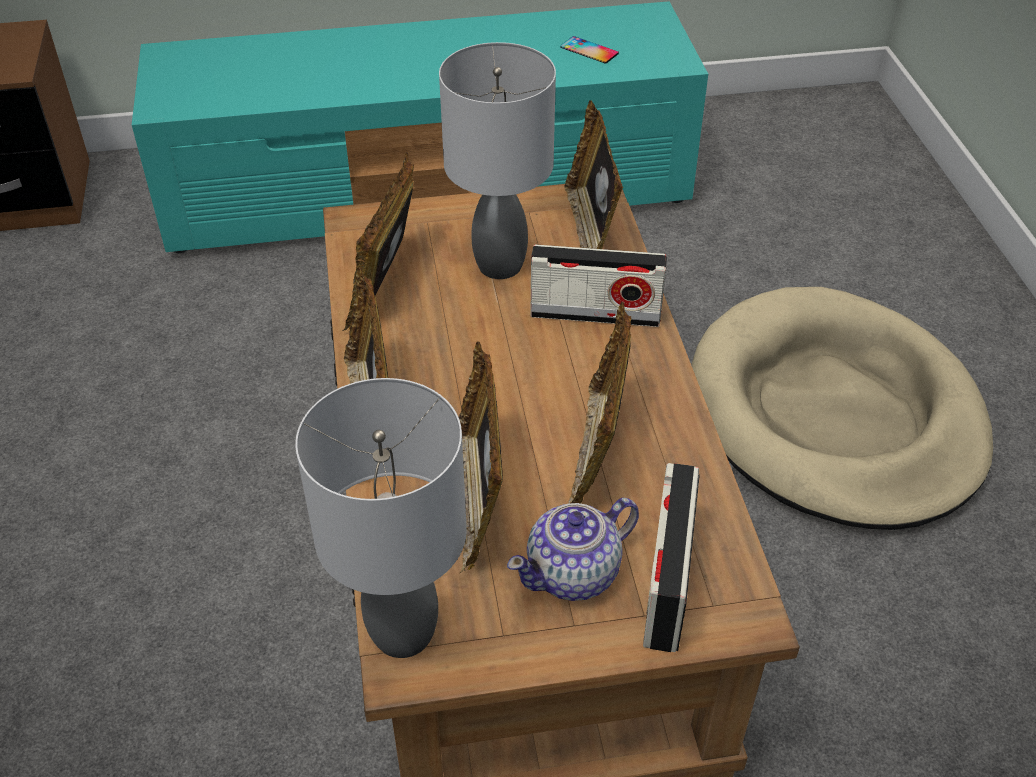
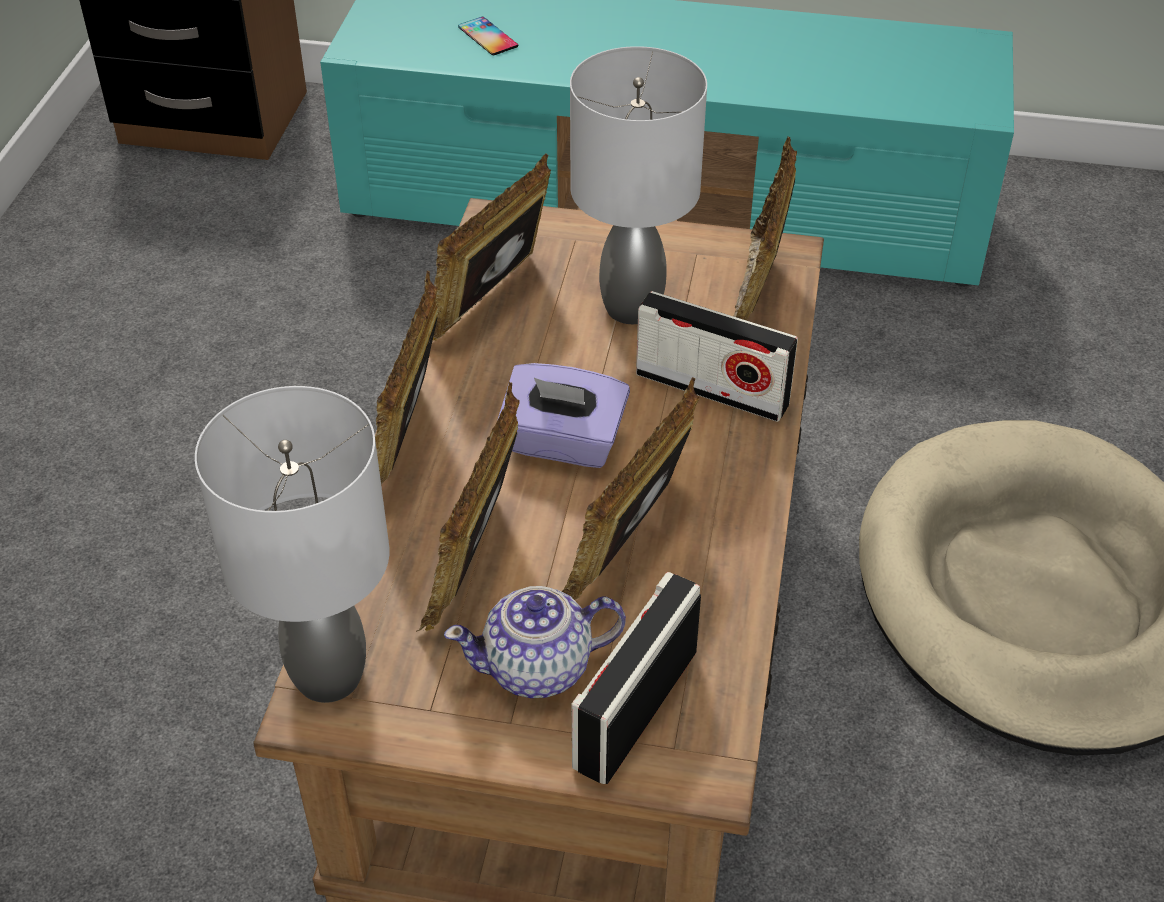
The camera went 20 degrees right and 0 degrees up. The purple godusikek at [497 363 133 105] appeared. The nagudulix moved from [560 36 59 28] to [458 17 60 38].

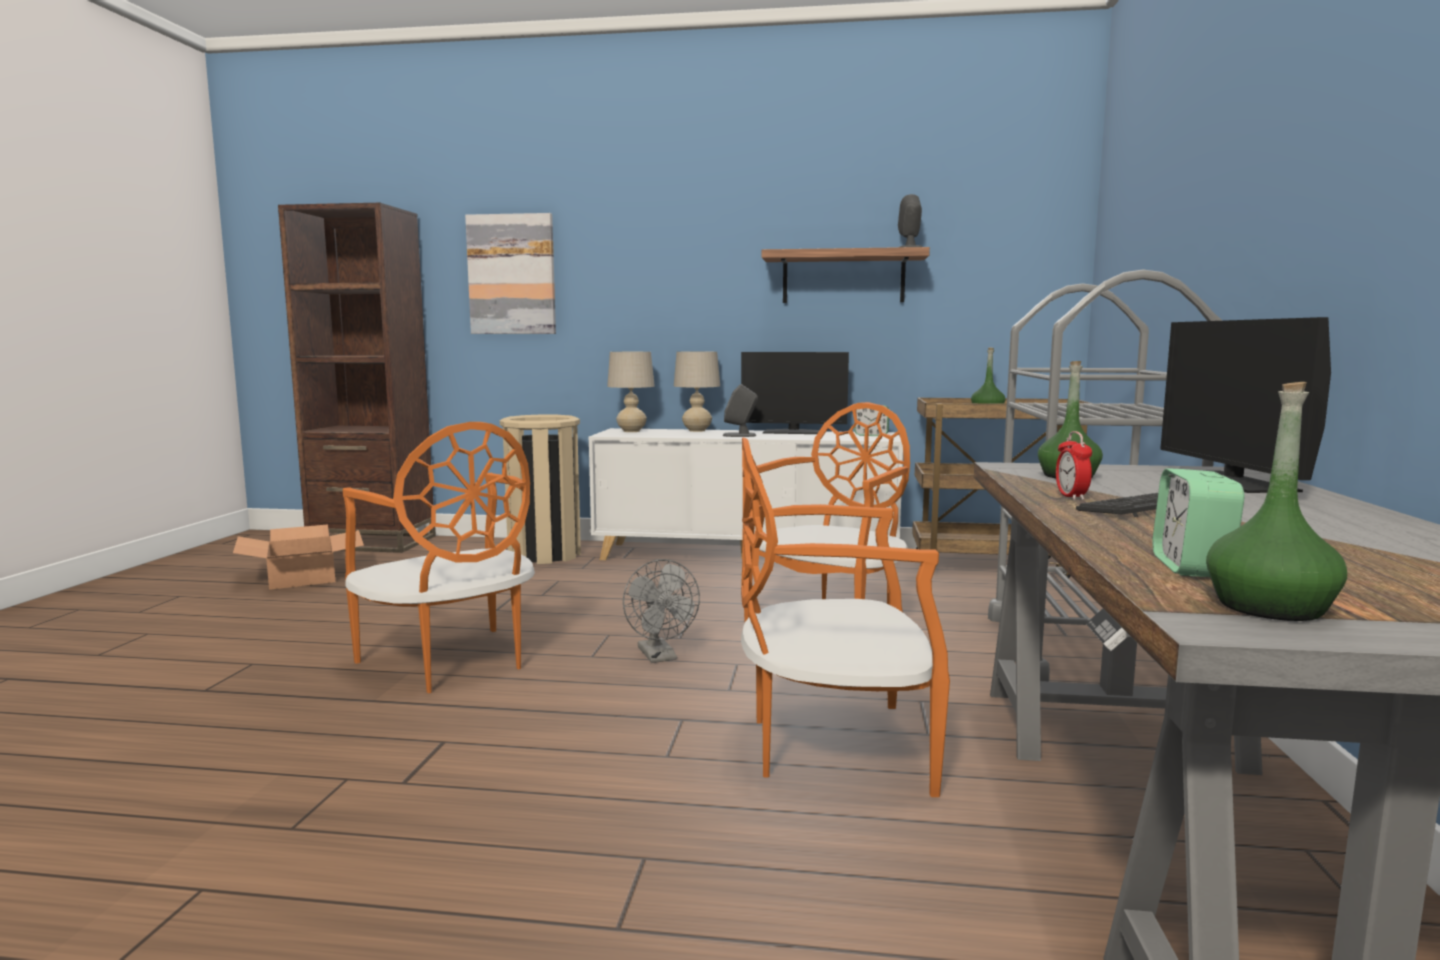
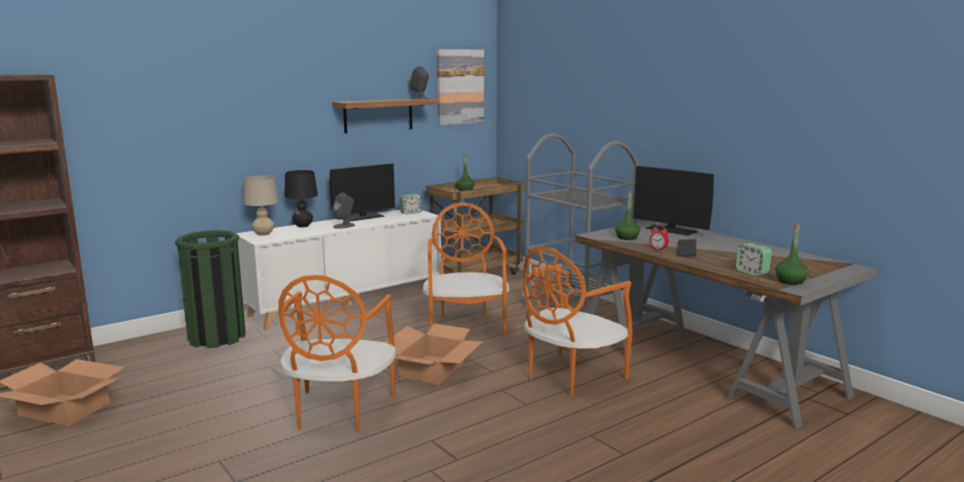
The camera went 45 degrees left and 5 degrees up. The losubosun moved from [465 213 91 121] to [437 49 47 77]. The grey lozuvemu at [623 559 77 104] was replaced by the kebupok at [385 323 98 62]. The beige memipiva at [500 415 81 149] became the green memipiva at [175 230 71 118]. The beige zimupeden at [674 352 46 80] became the black zimupeden at [284 170 34 57]. The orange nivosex at [343 422 192 271] turned 90 degrees clockwise.

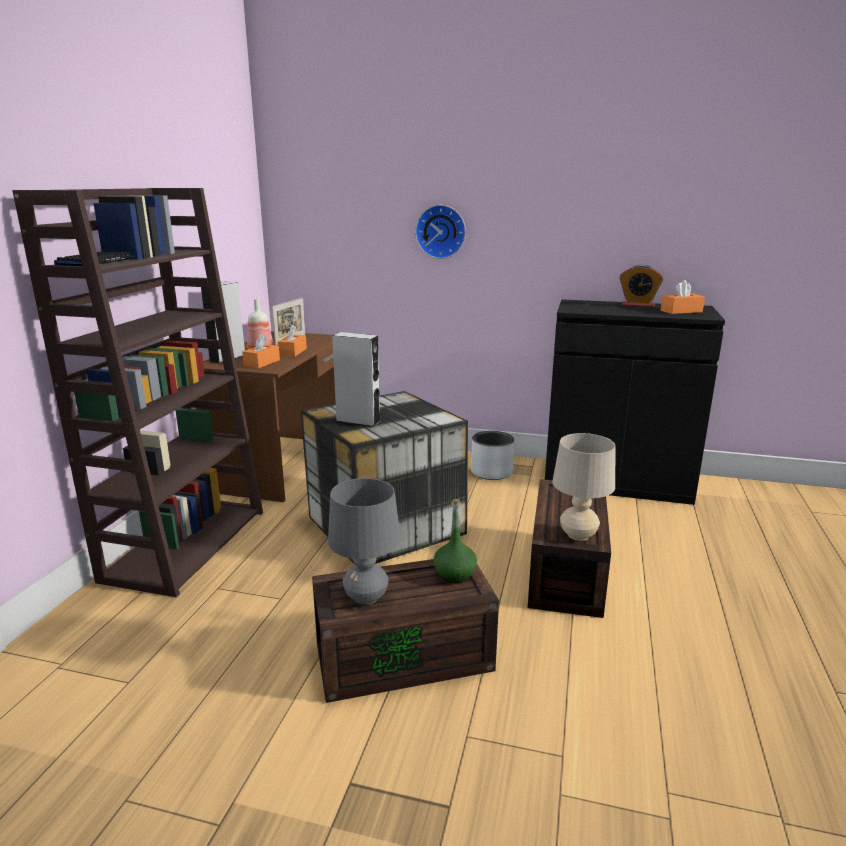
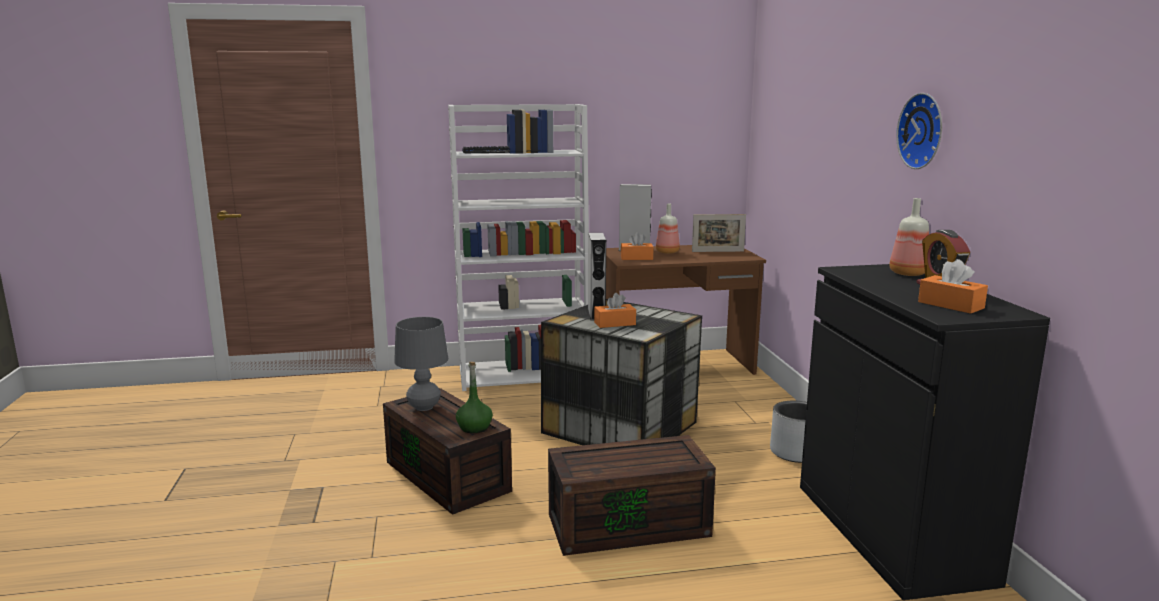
The camera went 65 degrees right and 5 degrees down. The beige zimupeden at [552 433 64 108] disappeared. The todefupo at [889 198 40 78] appeared. The orange godusikek moved from [278 325 29 32] to [594 293 42 35]. The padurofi moved from [415 205 51 54] to [896 93 46 76]. The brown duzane at [12 188 251 409] became the white duzane at [448 104 141 287].

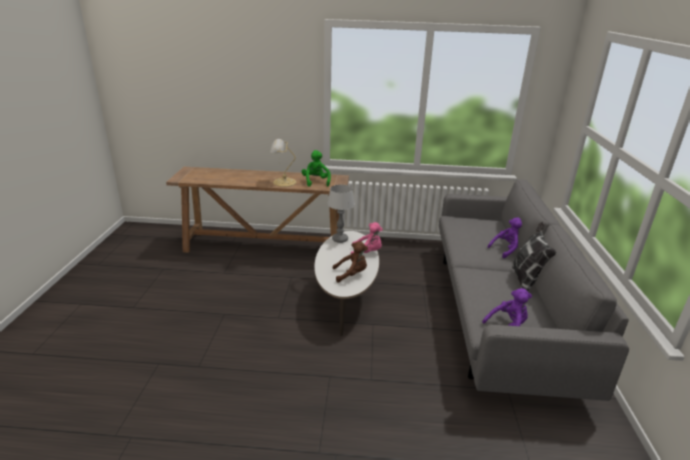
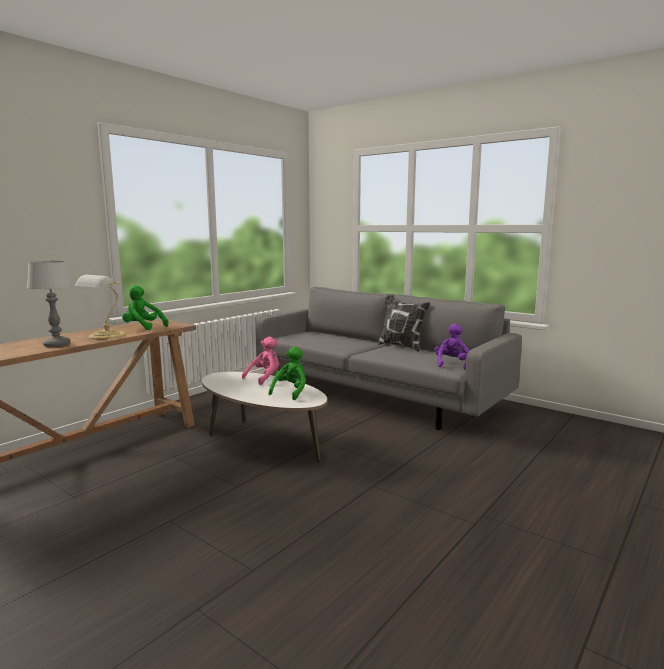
The camera went 55 degrees left and 15 degrees down. The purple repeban at [488 217 34 41] disappeared. The zimupeden moved from [327 185 28 58] to [27 261 46 86]. The brown repeban at [333 241 35 41] became the green repeban at [268 347 38 53].

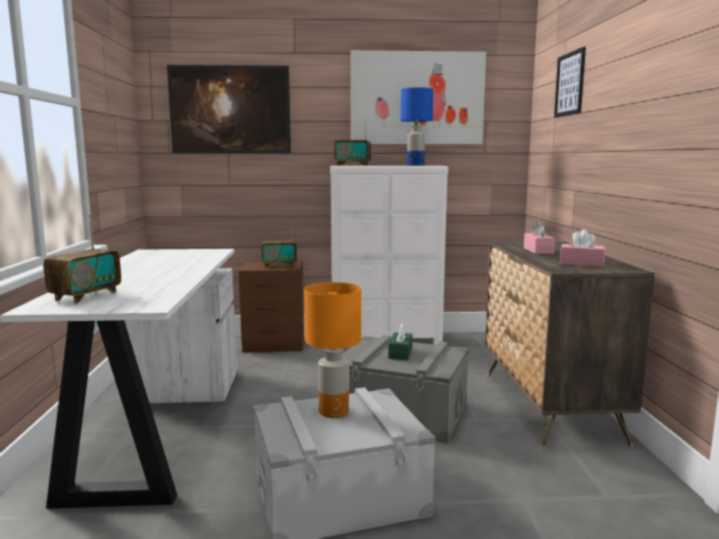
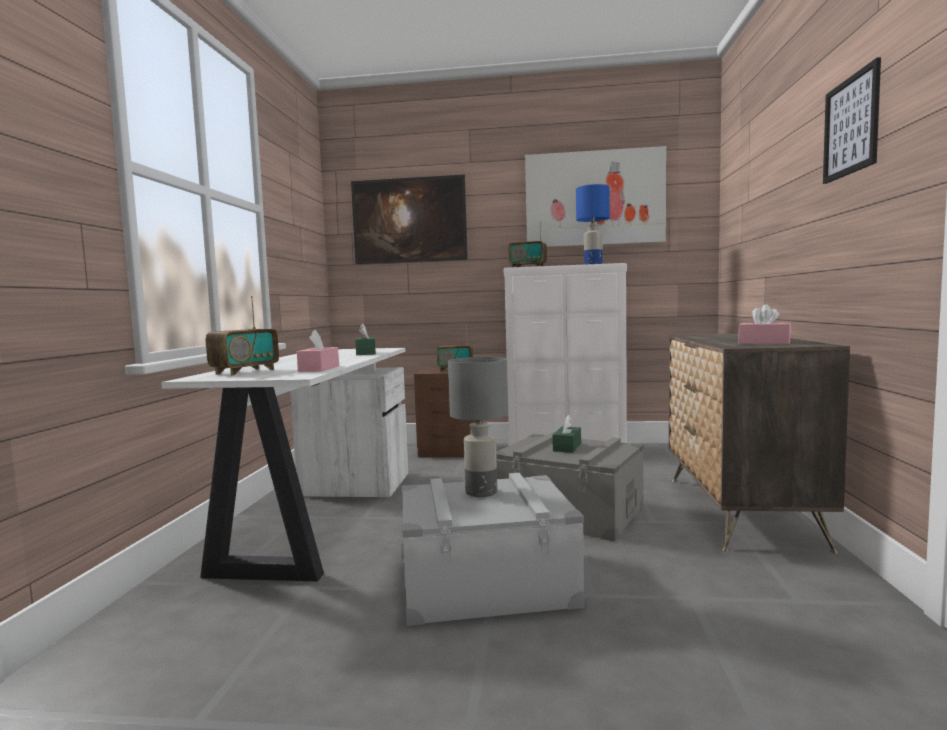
The camera went 10 degrees right and 5 degrees down. The green godusikek at [355 324 21 31] appeared. The pink godusikek moved from [524 221 31 33] to [297 330 42 42]. The losubosun moved from [554 47 32 70] to [823 57 58 127]. The orange zimupeden at [304 282 57 136] became the grey zimupeden at [448 357 60 140].

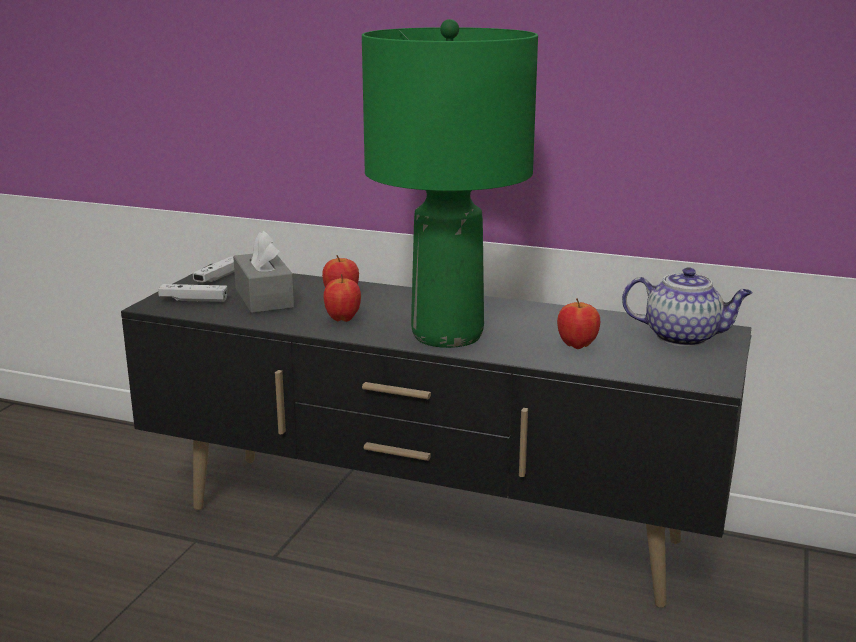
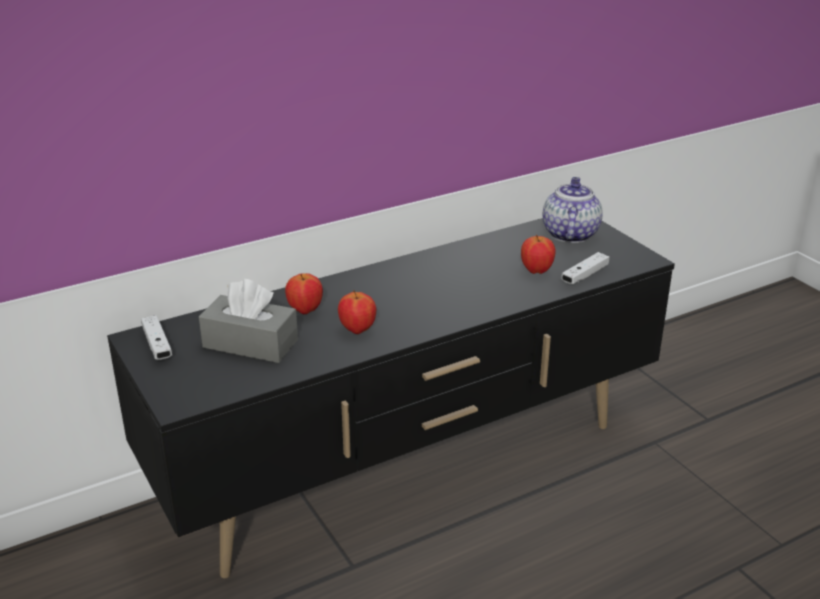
The camera went 50 degrees left and 10 degrees up. The green zimupeden at [362 19 176 329] disappeared. The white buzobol moved from [158 284 69 18] to [561 252 48 32]. The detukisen at [622 267 131 80] turned 45 degrees counterclockwise.

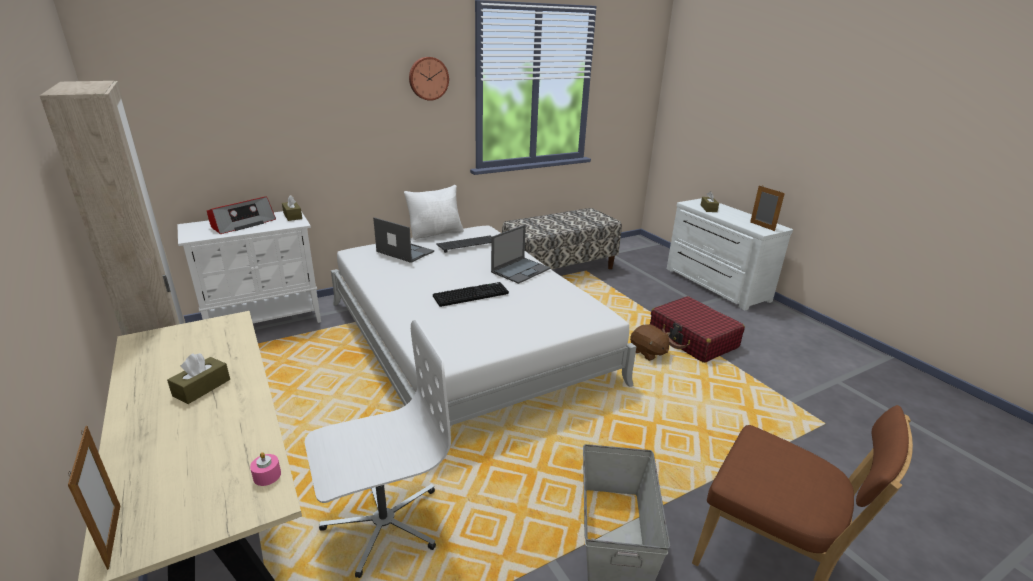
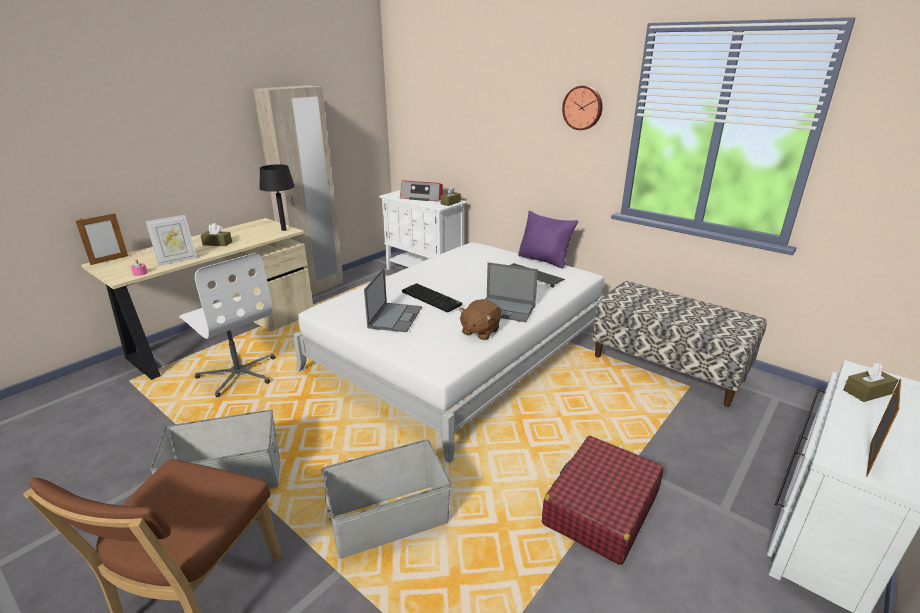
The camera went 70 degrees right and 0 degrees up. The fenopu at [145 215 52 51] appeared. The black zimupeden at [259 164 36 67] appeared. The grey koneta at [321 439 130 120] appeared. The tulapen moved from [373 217 61 46] to [364 268 58 64]. The brown repeban moved from [630 324 41 37] to [459 299 42 41]. The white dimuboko at [404 185 60 55] became the purple dimuboko at [518 211 60 58].

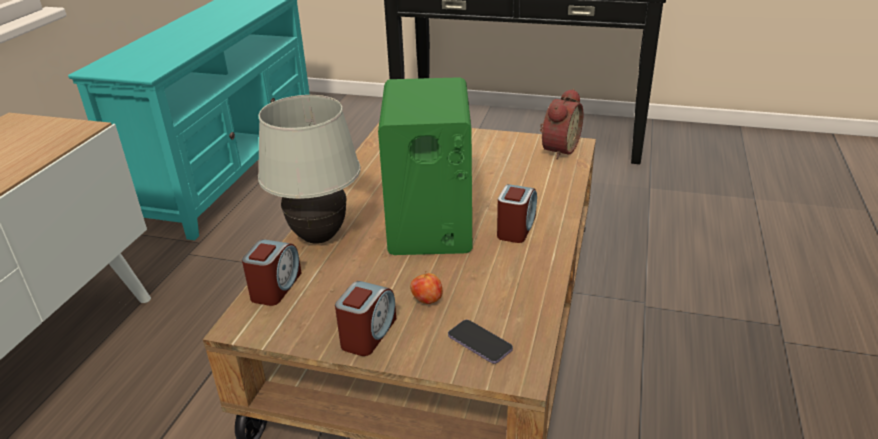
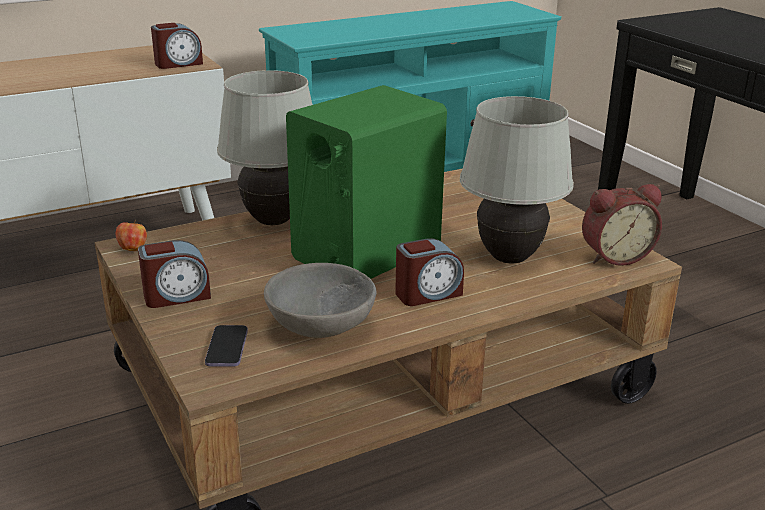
The camera went 45 degrees right and 5 degrees down. The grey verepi at [264 263 112 75] appeared. The white zimupeden at [460 96 114 168] appeared. The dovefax moved from [242 239 59 67] to [151 23 52 46]. The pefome moved from [410 271 32 33] to [116 219 31 32].

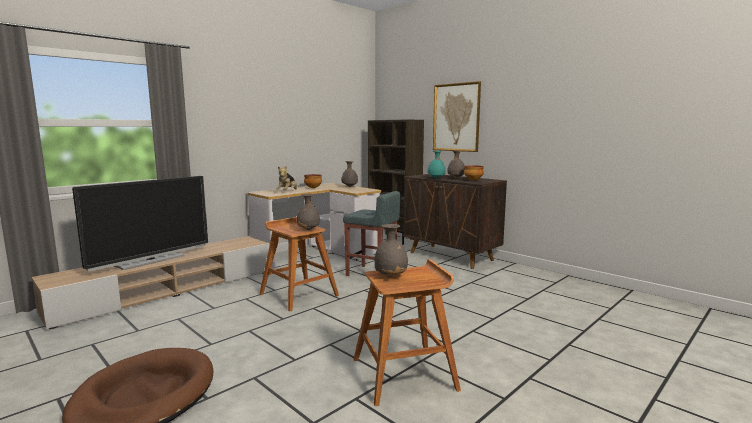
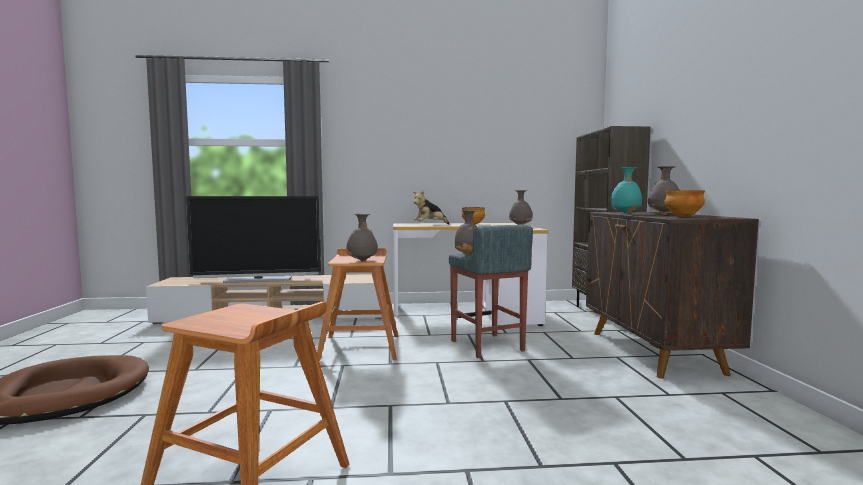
The camera went 40 degrees right and 5 degrees down. The losubosun at [433 81 48 71] disappeared. The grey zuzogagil moved from [375 224 33 53] to [455 210 23 45].

